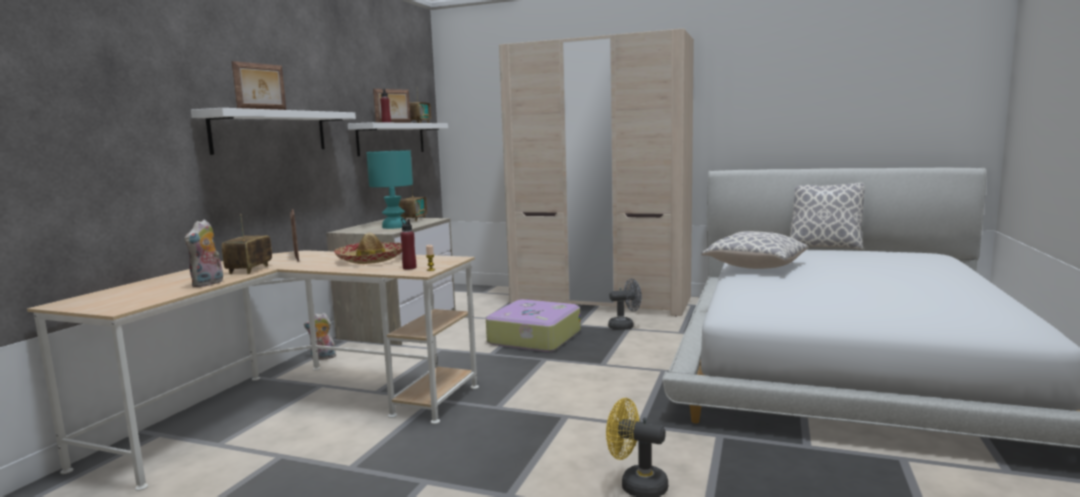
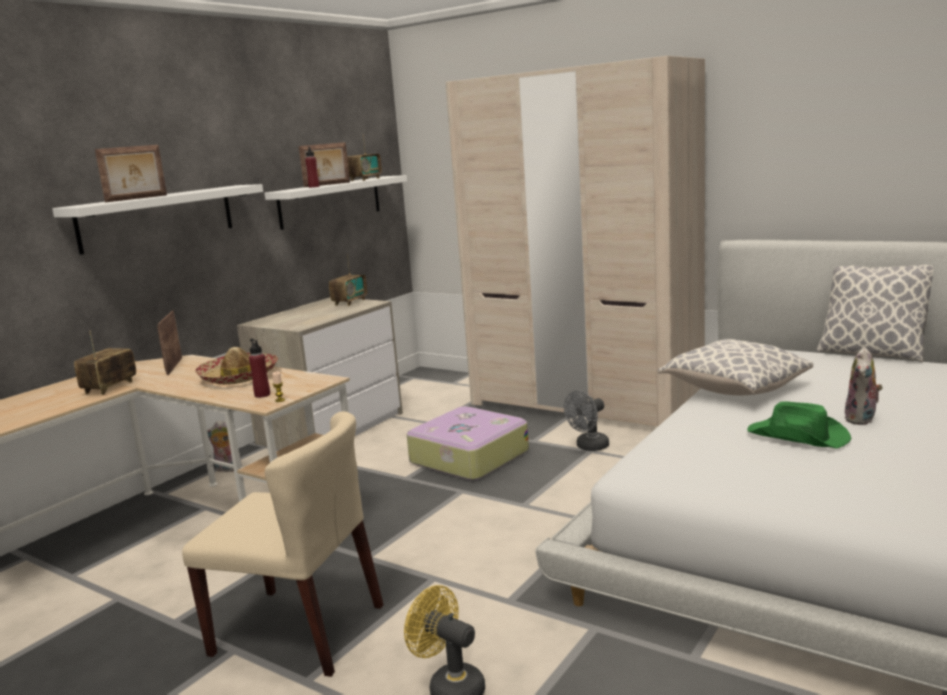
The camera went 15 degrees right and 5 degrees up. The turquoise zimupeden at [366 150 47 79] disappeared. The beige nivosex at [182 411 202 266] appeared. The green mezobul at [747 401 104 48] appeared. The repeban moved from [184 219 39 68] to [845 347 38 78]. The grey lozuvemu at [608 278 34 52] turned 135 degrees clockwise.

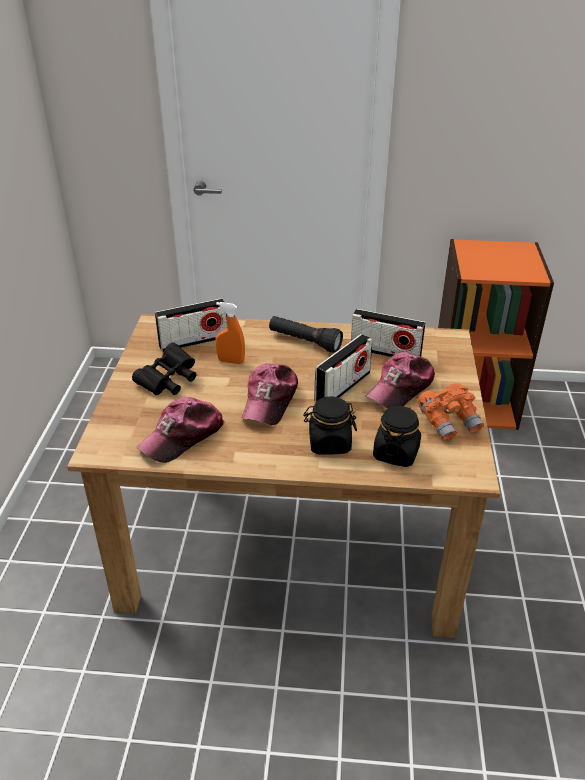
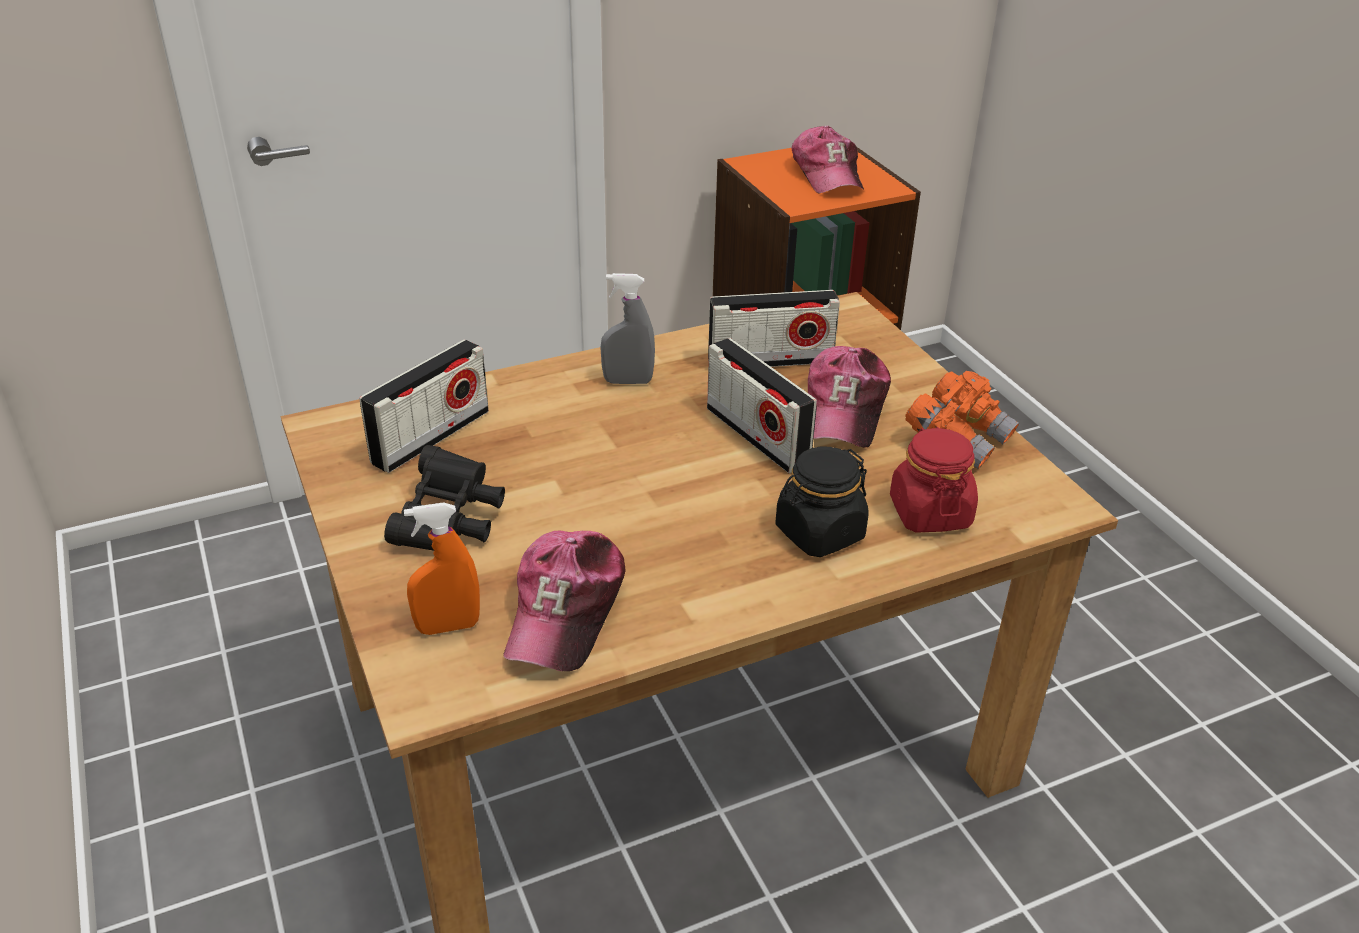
The camera went 30 degrees left and 0 degrees up. The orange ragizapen moved from [215 302 30 62] to [404 502 76 133]. The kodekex moved from [242 363 56 62] to [791 126 73 68]. The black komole at [269 316 74 37] was replaced by the grey ragizapen at [600 273 55 111]. The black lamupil at [373 405 48 62] became the red lamupil at [890 427 88 105]. The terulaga at [314 334 59 68] turned 135 degrees clockwise.

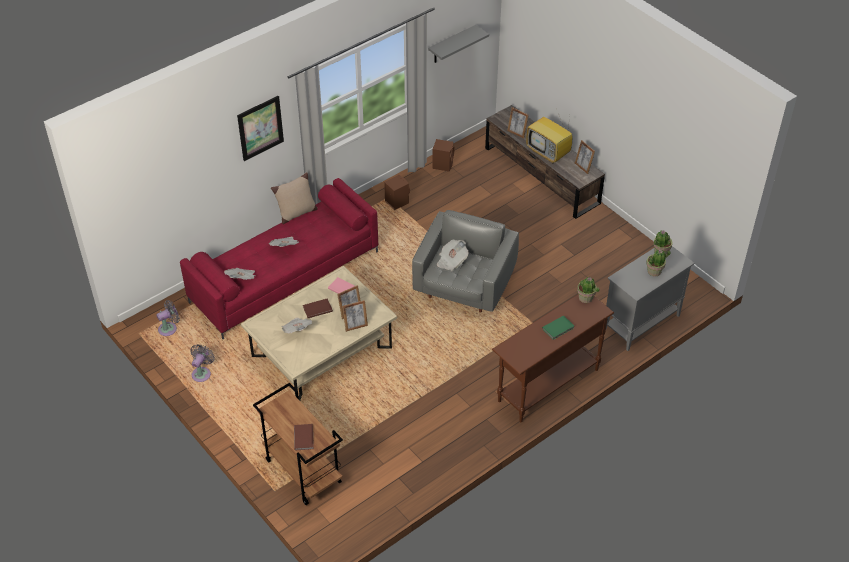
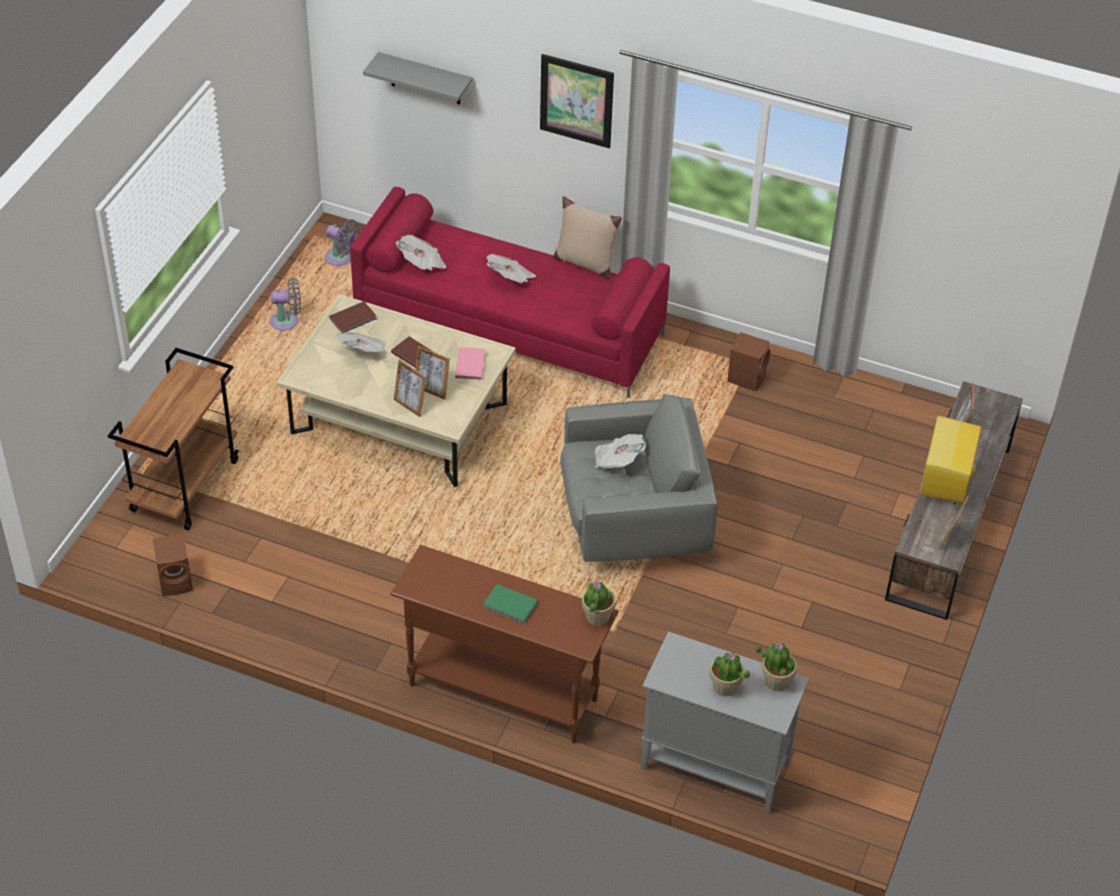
The camera went 60 degrees right and 0 degrees up. The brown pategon moved from [294 424 20 27] to [329 301 48 32]. The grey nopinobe moved from [428 25 61 38] to [363 52 110 52]. The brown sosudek moved from [432 139 23 33] to [153 533 40 63].

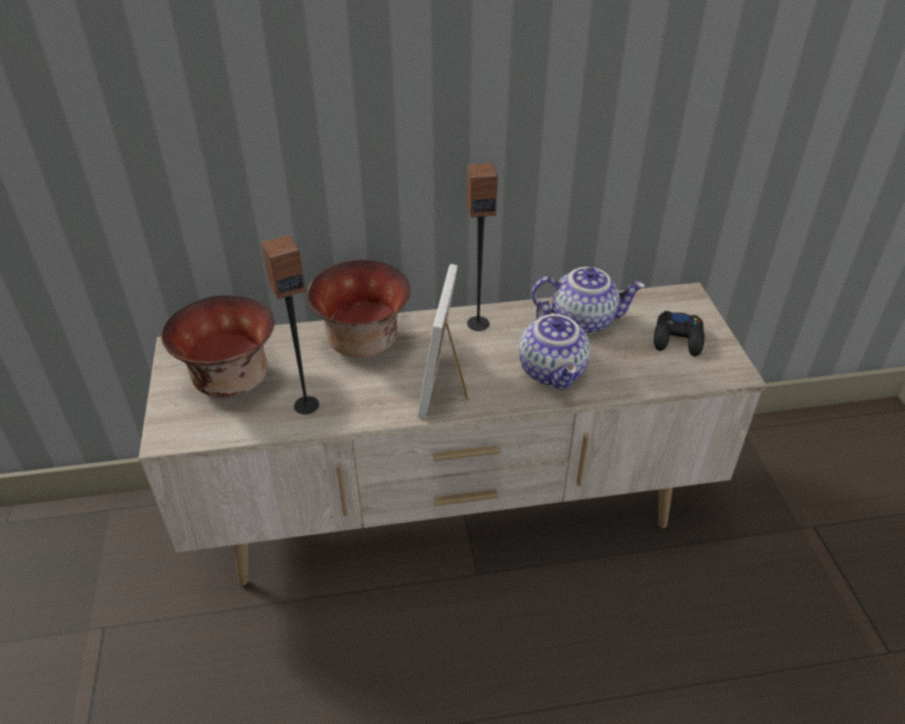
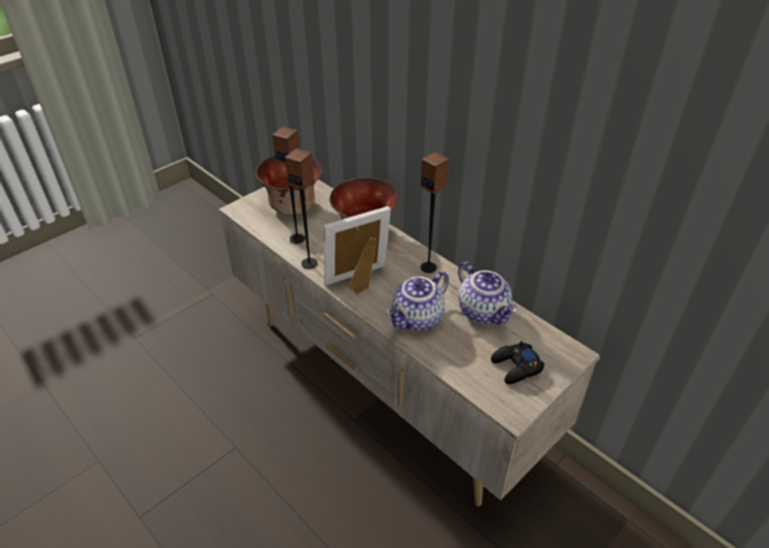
The camera went 55 degrees right and 0 degrees up. The sosudek at [285 148 33 121] appeared.

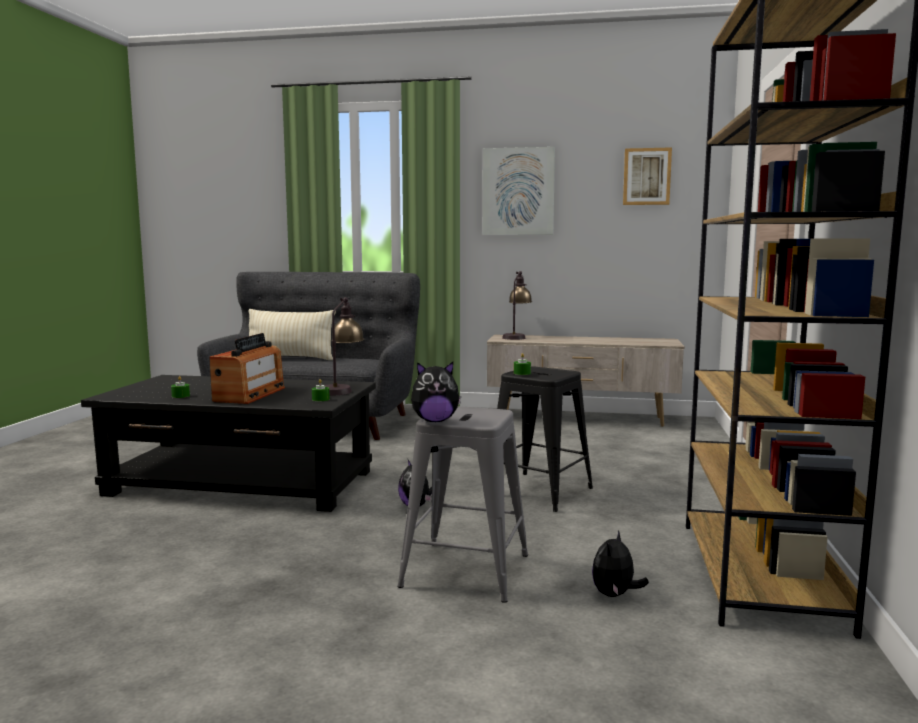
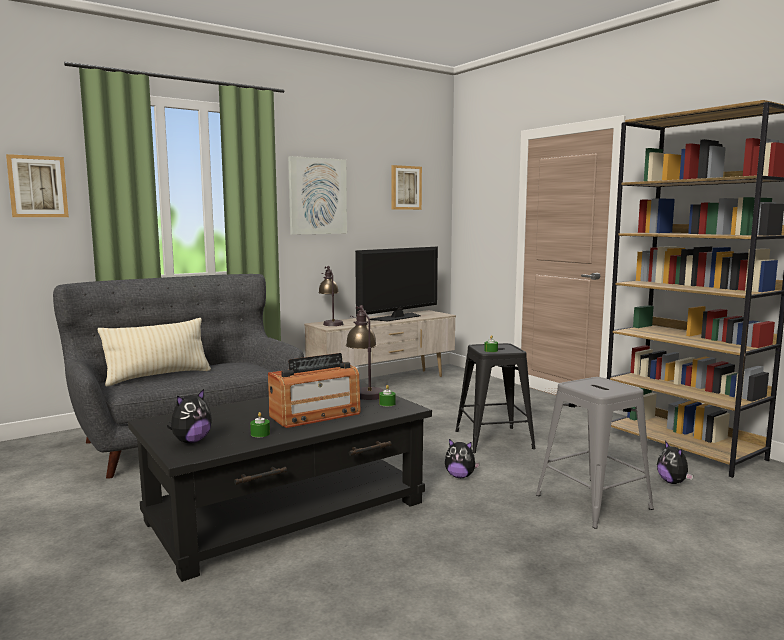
The camera went 45 degrees left and 0 degrees up. The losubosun at [6 154 63 63] appeared. The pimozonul at [355 247 83 74] appeared. The repeban moved from [411 362 50 60] to [167 389 45 54]. The terulaga at [209 333 76 71] turned 90 degrees clockwise.

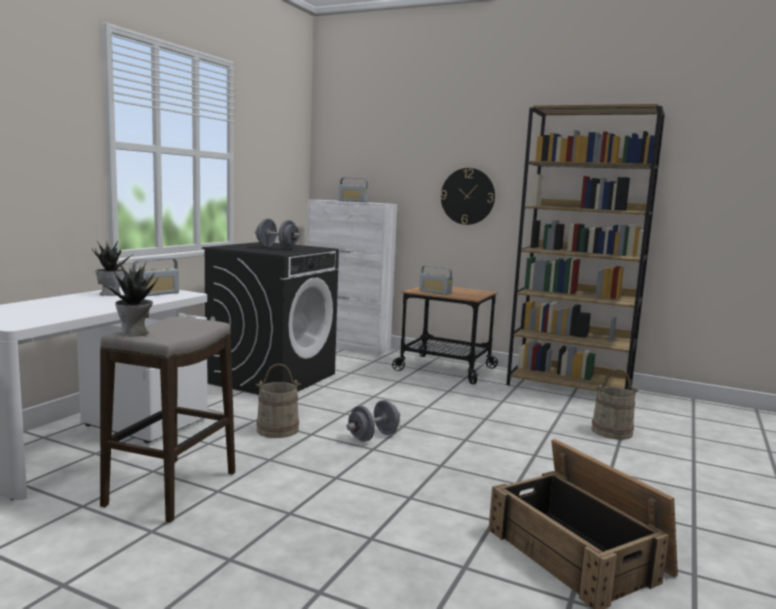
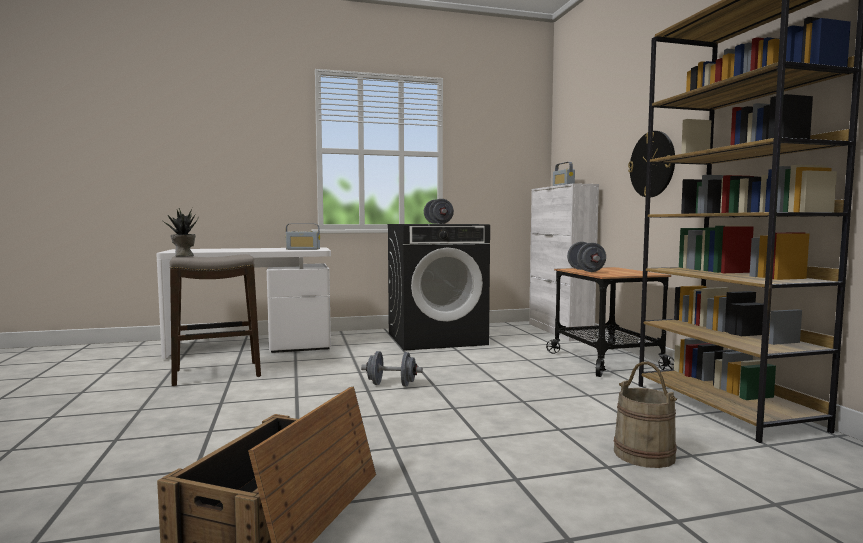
The camera went 50 degrees right and 5 degrees down. The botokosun at [92 241 40 55] disappeared. The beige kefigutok at [256 363 45 75] disappeared. The terulaga at [419 265 34 30] was replaced by the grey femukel at [567 242 39 30].

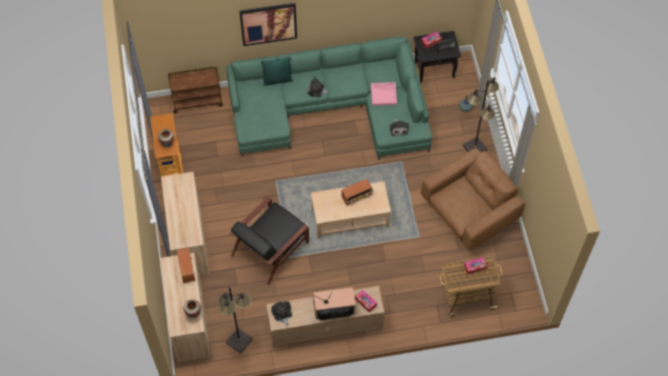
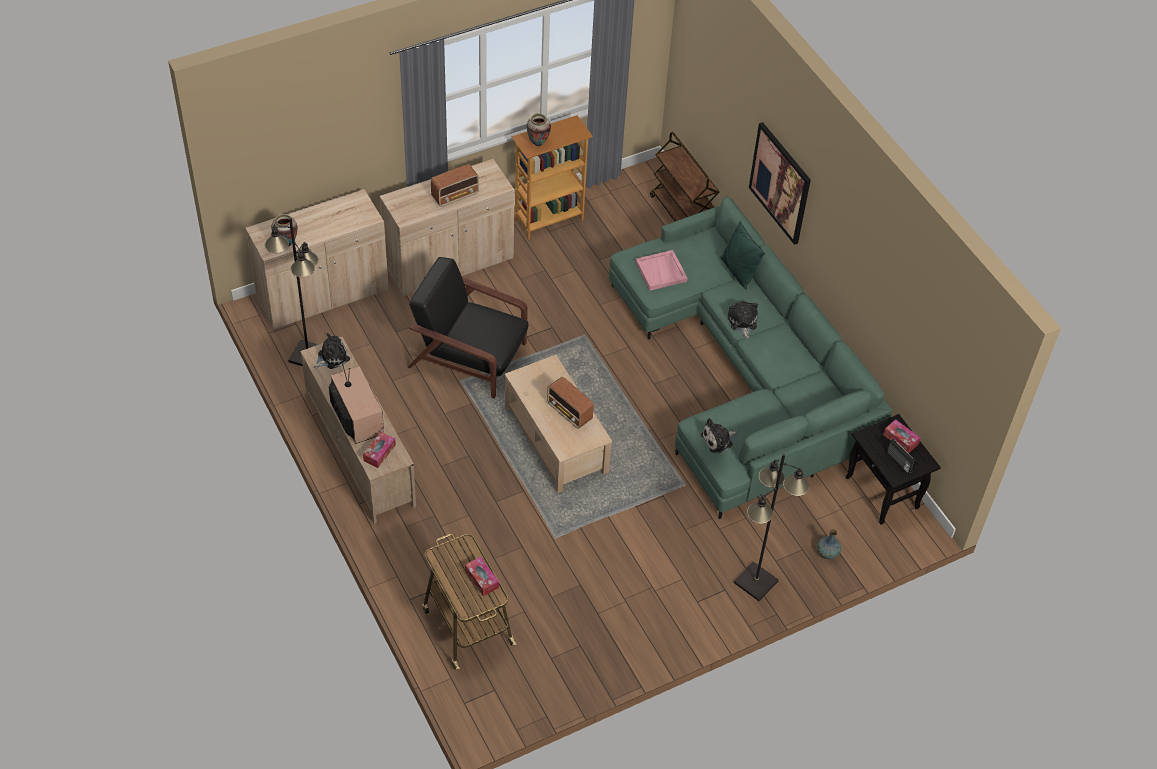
The camera went 70 degrees right and 10 degrees down. The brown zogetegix at [421 148 104 103] disappeared. The terulaga moved from [177 247 18 36] to [431 164 48 43]. The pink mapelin moved from [371 82 26 24] to [636 250 51 41].

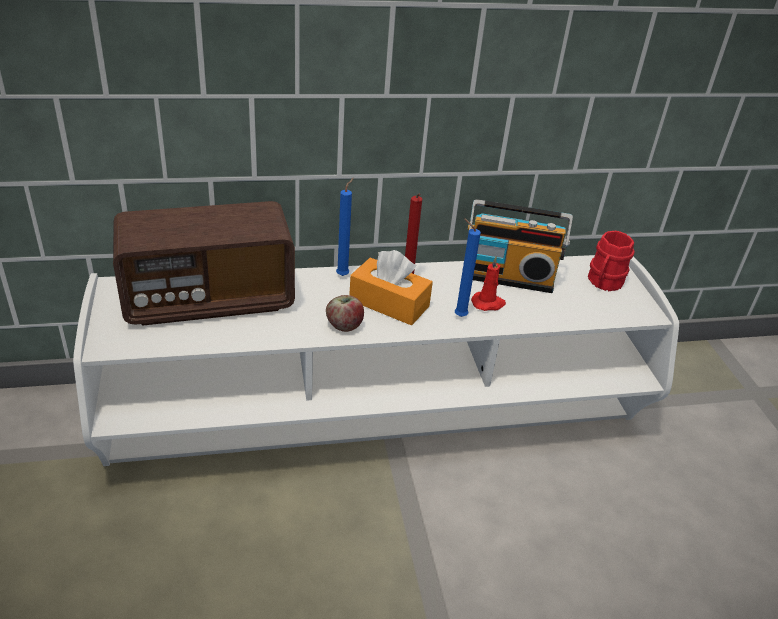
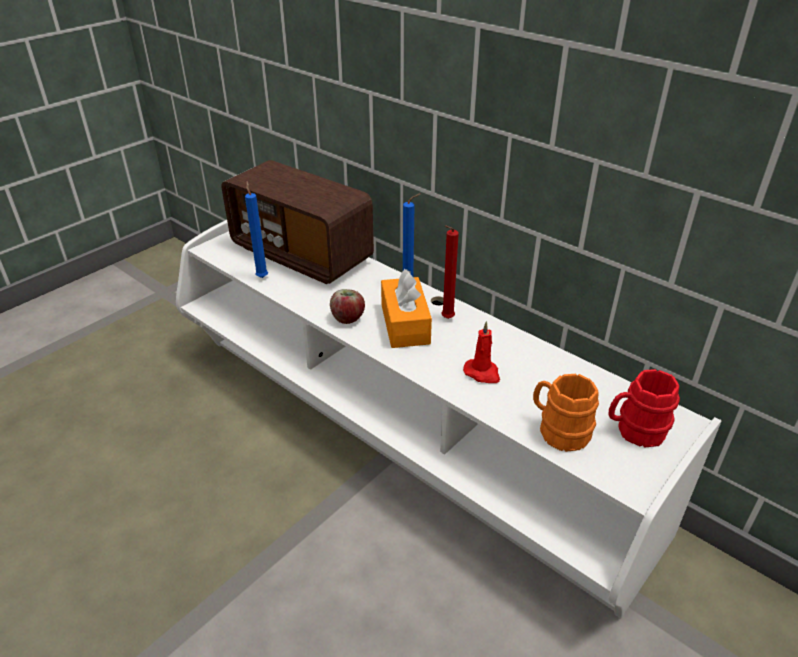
The camera went 55 degrees right and 0 degrees up. The terulaga at [468 199 105 94] disappeared. The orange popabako at [533 374 66 78] appeared. The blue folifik moved from [455 218 26 99] to [245 181 23 97].

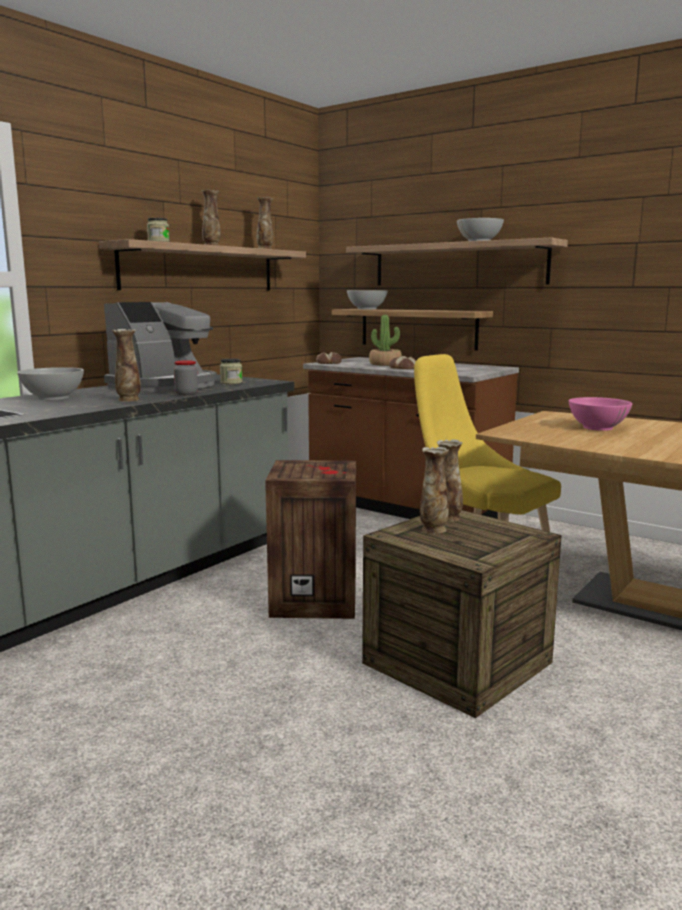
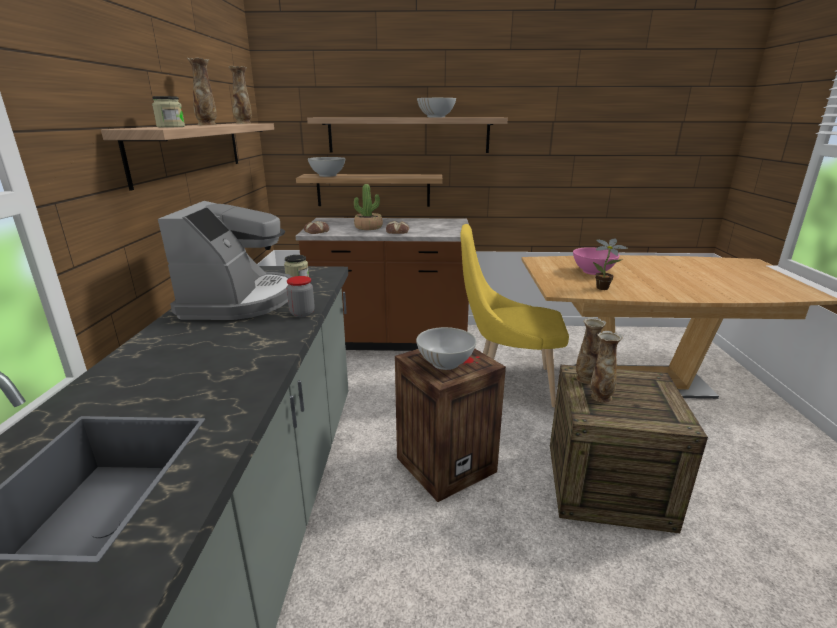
The camera went 35 degrees left and 10 degrees up. The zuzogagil at [112 329 29 73] disappeared. The botokosun at [593 238 35 52] appeared. The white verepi moved from [17 367 67 33] to [416 327 60 43].

